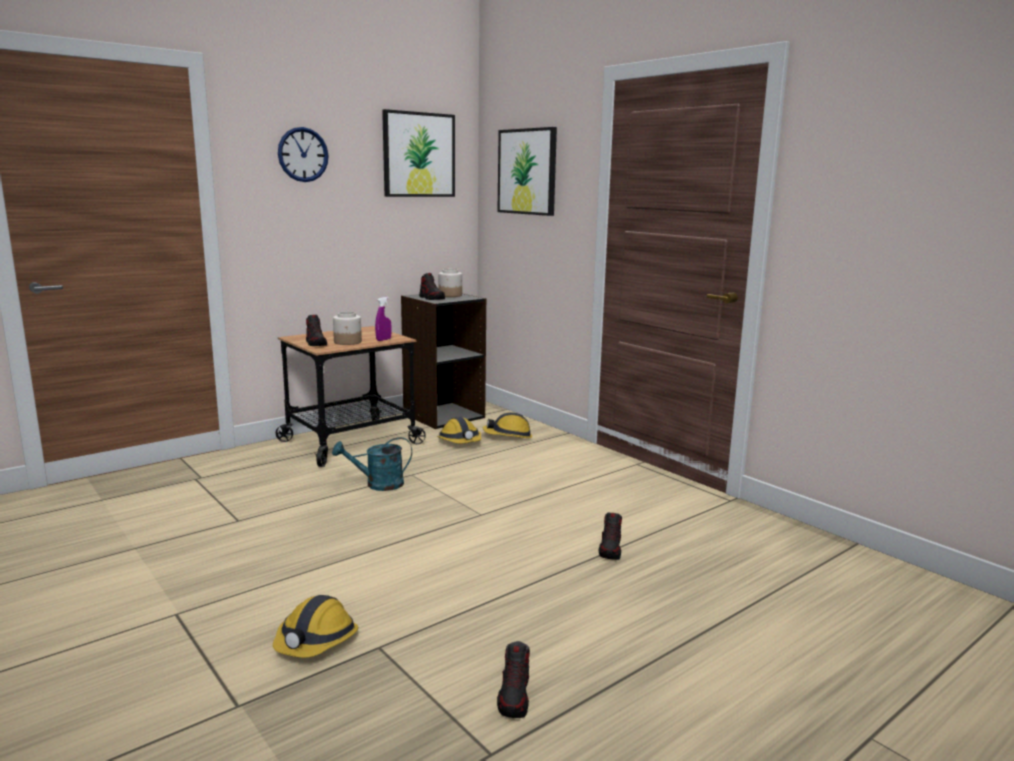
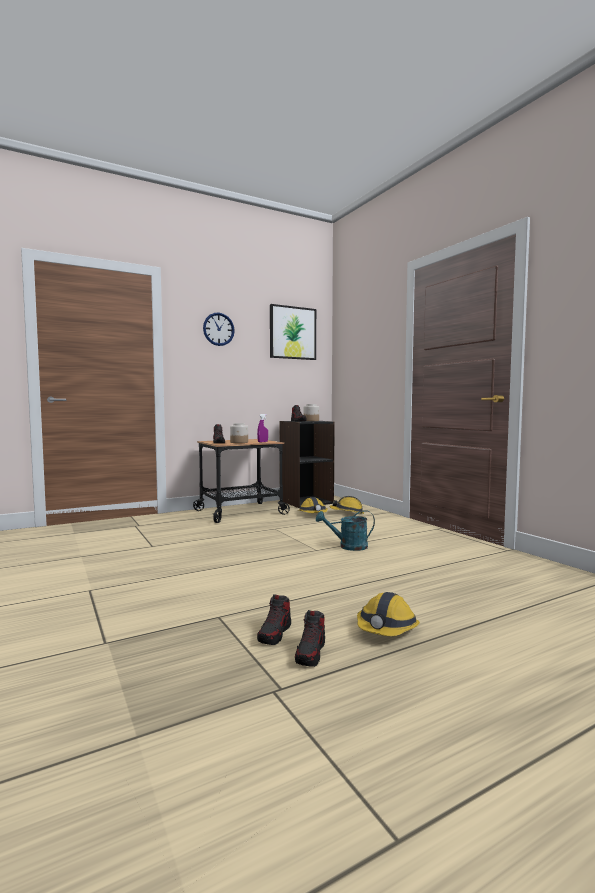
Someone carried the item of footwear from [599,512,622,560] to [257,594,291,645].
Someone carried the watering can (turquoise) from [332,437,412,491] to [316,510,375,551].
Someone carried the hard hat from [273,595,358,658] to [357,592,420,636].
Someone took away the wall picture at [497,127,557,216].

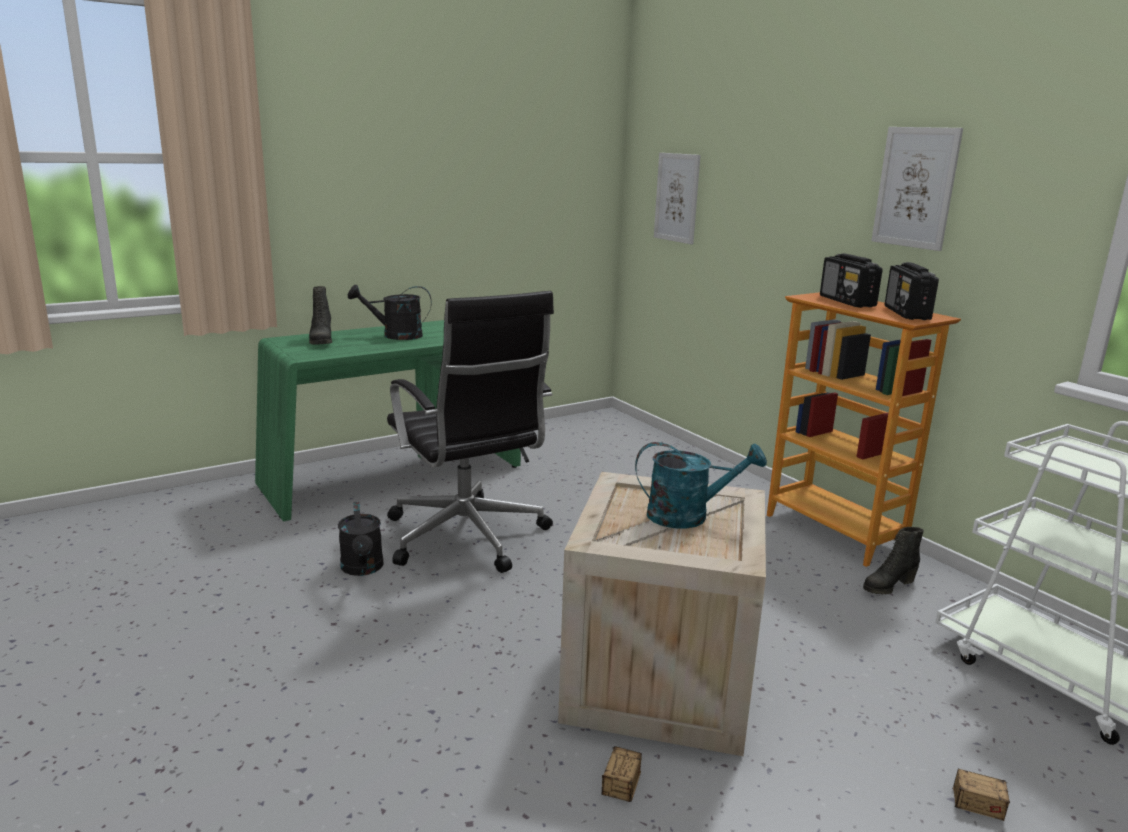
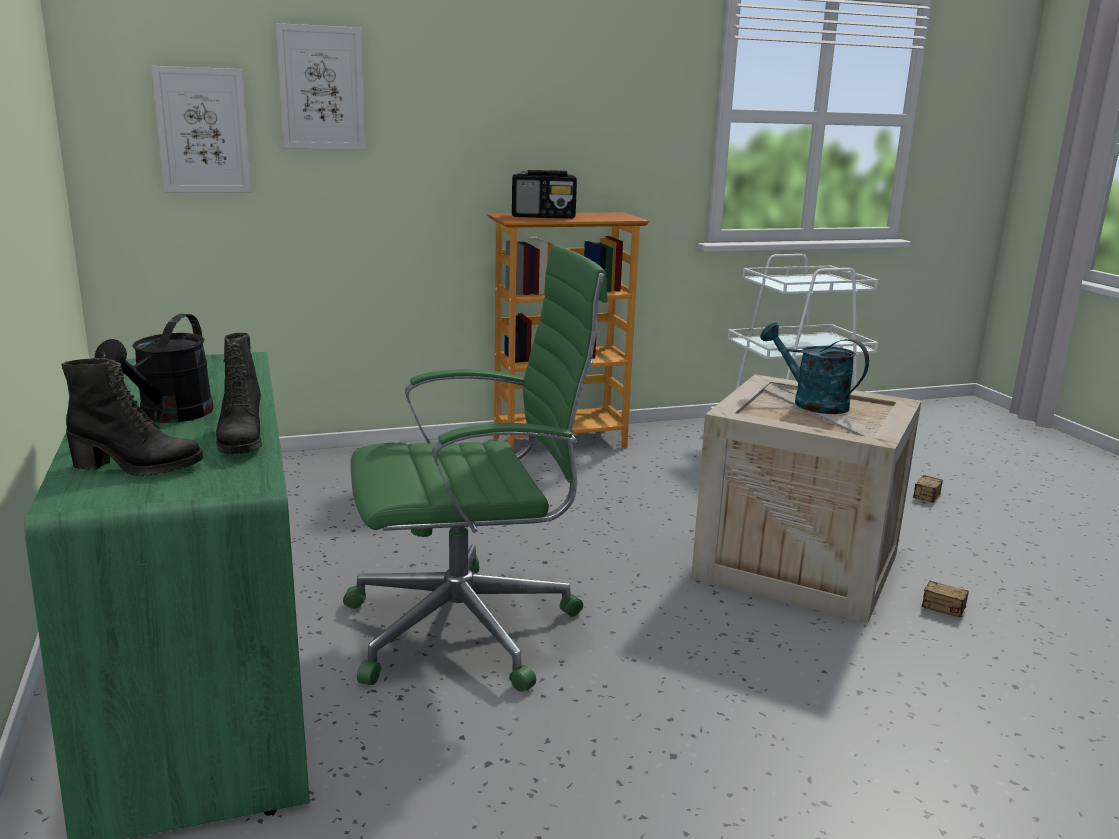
Someone carried the tall boot (blackish) from [863,527,924,595] to [216,333,262,454].
Someone carried the wall picture from [871,127,963,251] to [276,23,365,150].
Someone repainted the office chair (blackish) at [387,291,554,573], which became the office chair (green) at [343,244,608,692].
Someone rotated the watering can (turquoise) at [635,442,767,529] by 60 degrees counterclockwise.
Someone took away the watering can (blackish) at [338,502,384,576].
Someone took away the radio at [885,262,939,320].

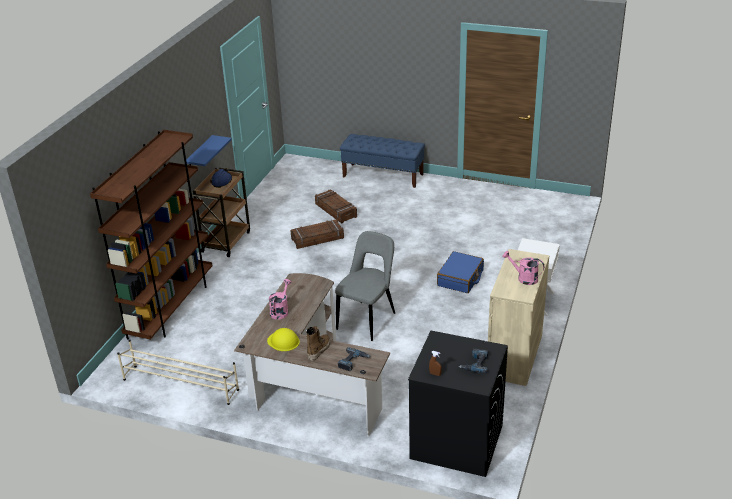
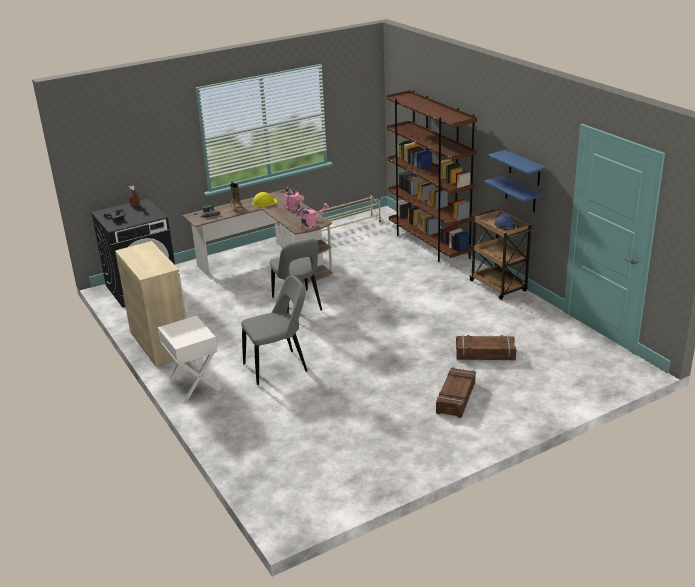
Someone swapped the travel case (blue-coloured) at [437,251,484,293] for the chair (gray) at [241,275,307,385].
Someone carried the watering can (pink-coloured) from [502,251,544,285] to [296,203,329,230].
Someone carried the packing crate from [290,220,344,249] to [436,367,476,418].
Someone put up the bracket shelf (blue-coloured) at [487,150,546,186].
Someone took away the indoor bench (blue-coloured) at [340,134,425,188].

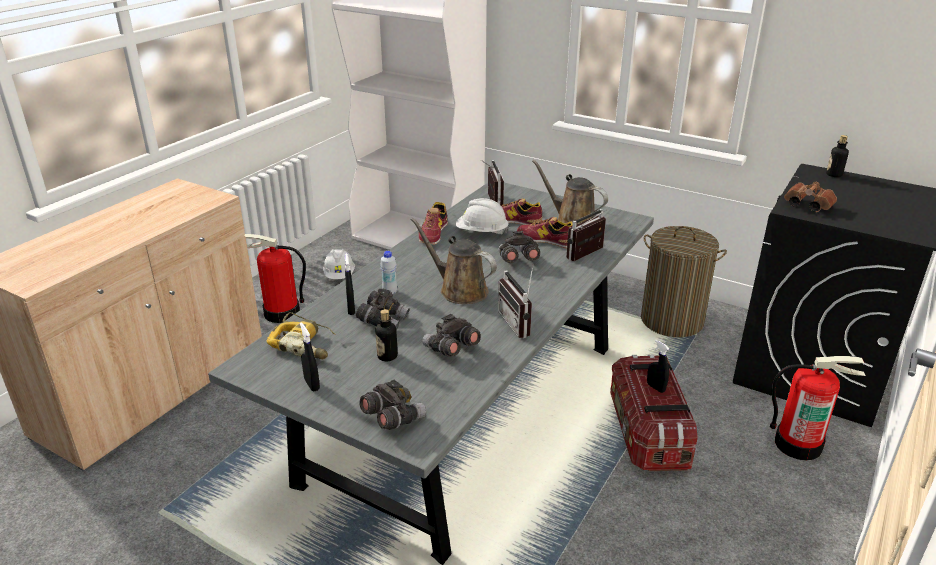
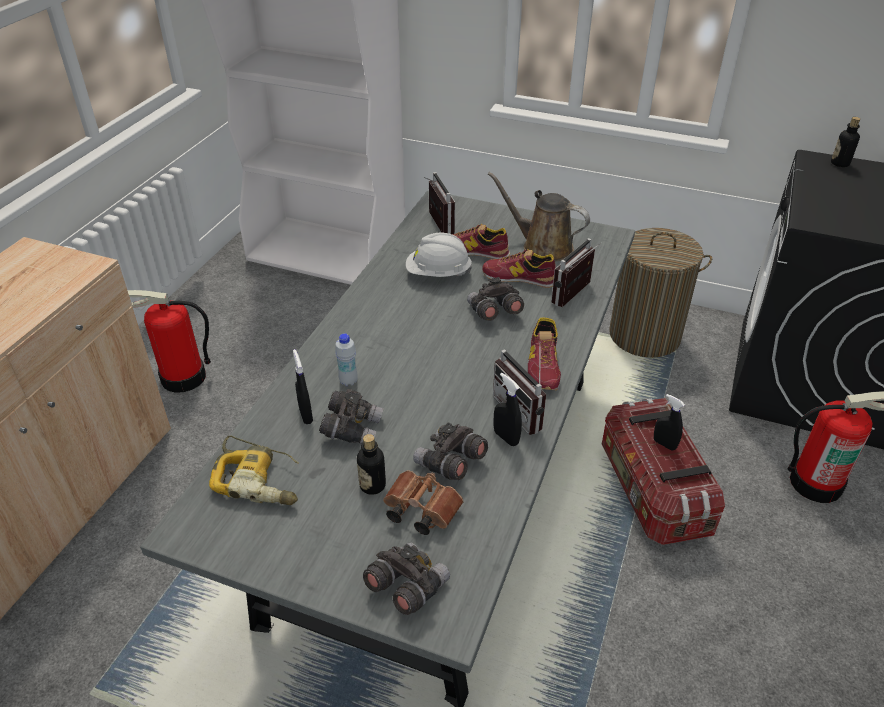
Someone carried the pair of binoculars (brown) from [784,182,837,212] to [383,470,463,535].
Someone carried the spray bottle (blackish) from [300,322,320,391] to [494,373,522,446].
Someone carried the item of footwear from [419,202,448,245] to [528,318,561,391].
Someone took away the hard hat (white) at [323,249,355,279].
Someone took away the watering can (brown) at [410,217,497,304].

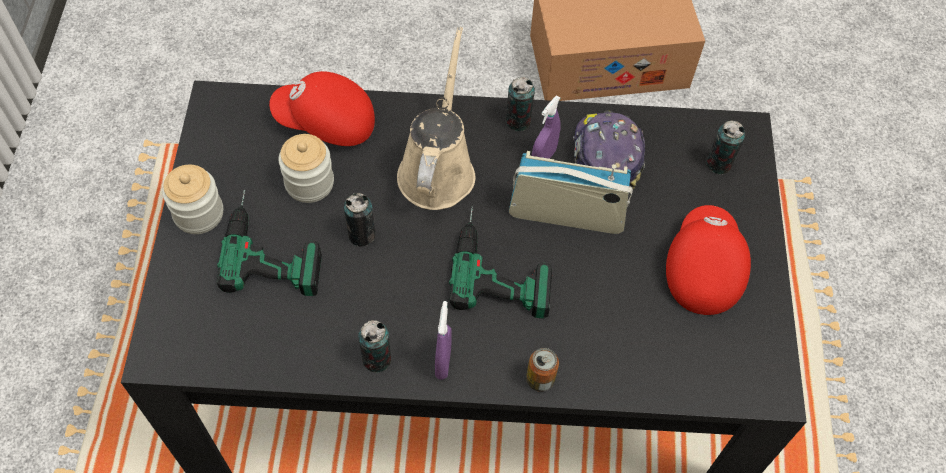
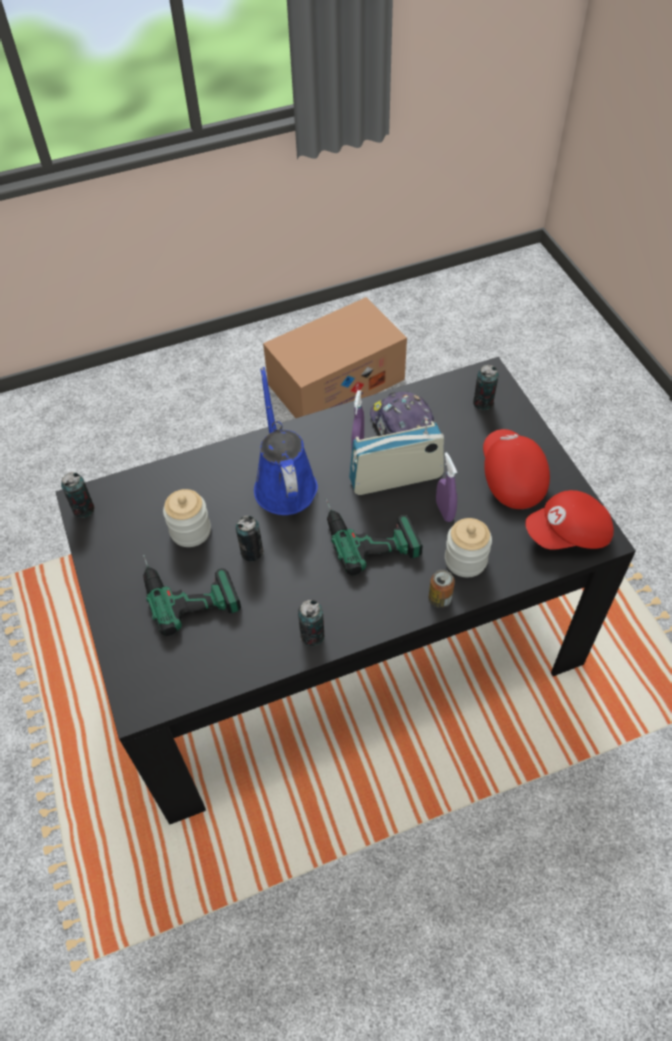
Someone carried the can from [505,77,535,131] to [61,472,94,518].
Someone repainted the watering can (beige-coloured) at [397,27,475,210], which became the watering can (blue-coloured) at [254,367,318,515].
Someone carried the spray bottle (purple-coloured) from [435,301,452,380] to [436,452,457,522].
Someone carried the jar from [162,165,223,234] to [445,518,492,577].
Someone carried the peaked cap (reddish) from [269,71,375,146] to [525,490,614,550].

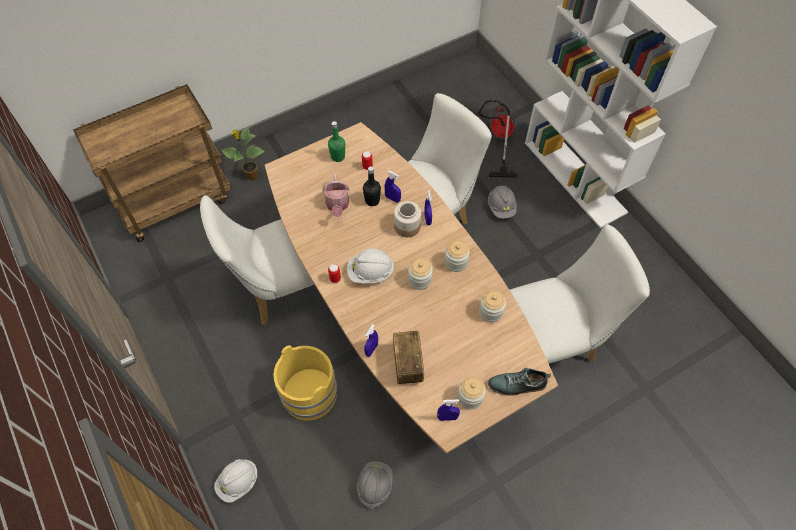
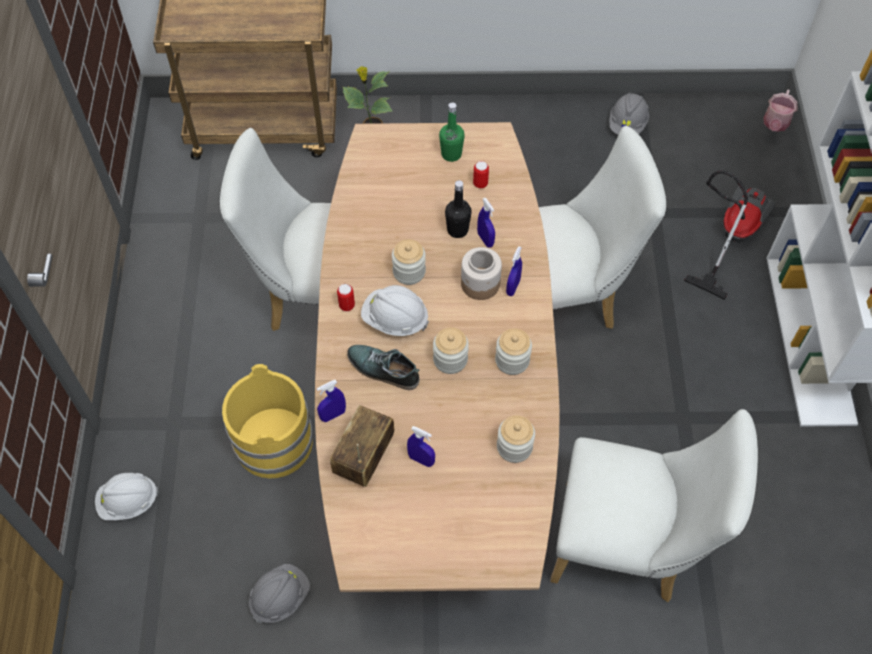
Someone carried the item of footwear from [488,368,551,396] to [347,345,419,390].
Someone carried the jar from [457,376,486,410] to [392,239,426,285].
Someone carried the spray bottle (blue-coloured) from [437,399,460,421] to [407,426,435,467].
Someone carried the hard hat (gray) from [488,185,517,219] to [609,93,649,135].
Someone carried the watering can from [323,174,349,217] to [763,90,798,132].

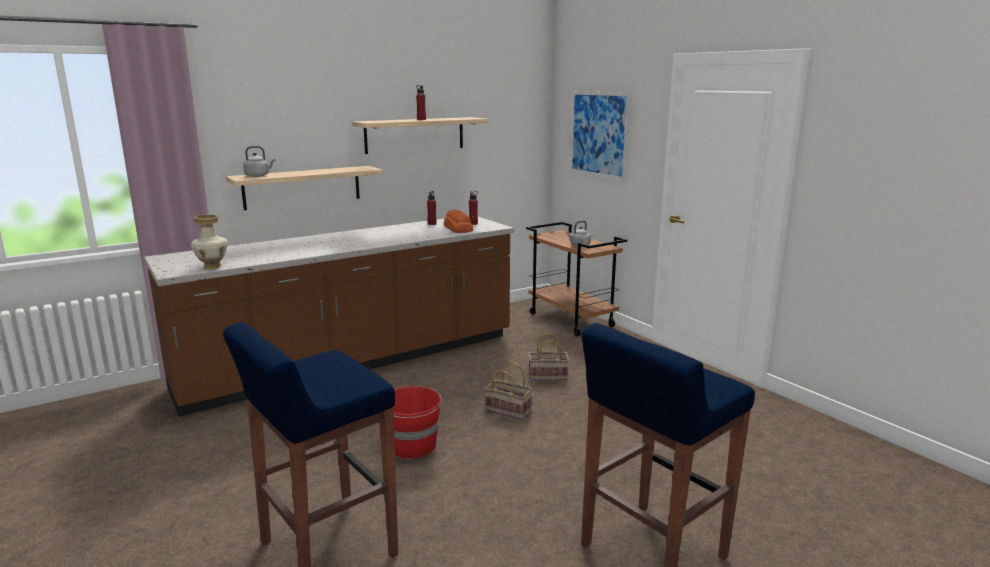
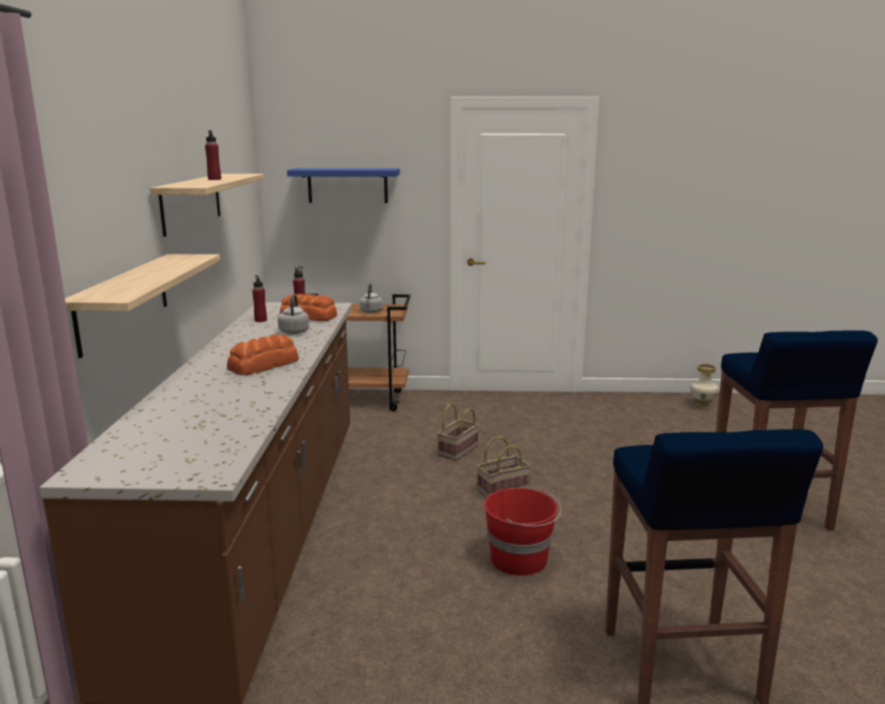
Someone put down the baked bread at [227,334,299,375].
Someone carried the water kettle (gray) from [243,146,275,177] to [278,294,309,334].
Someone swapped the wall picture at [570,91,631,181] for the bracket shelf (blue-coloured) at [287,168,400,203].
Someone carried the vase from [191,214,228,269] to [690,364,719,408].

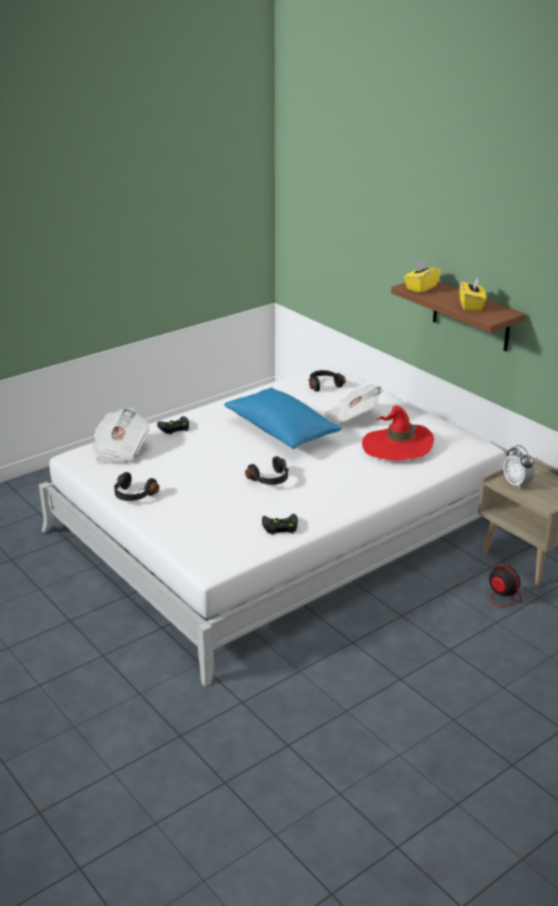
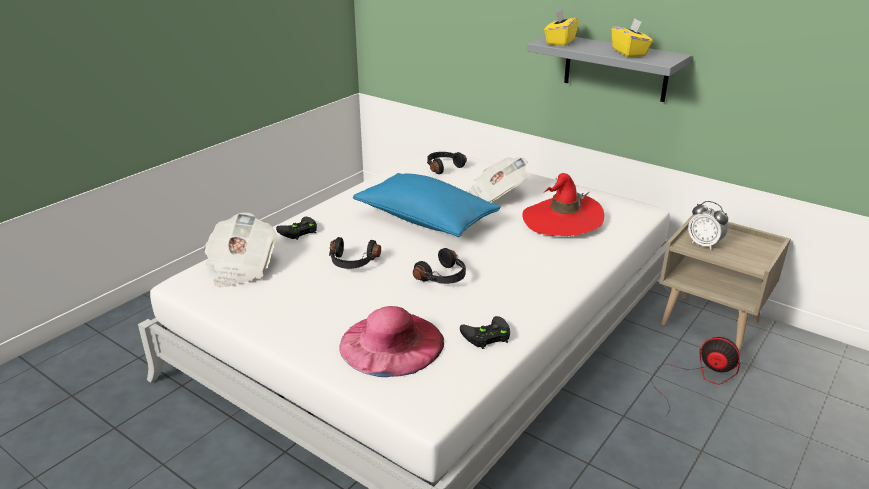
Someone carried the headset (blackish) from [114,472,159,501] to [329,237,381,269].
Someone put down the wearable hat (pink-coloured) at [339,306,444,377].
Someone repainted the bracket shelf (brown) at [391,281,526,351], which became the bracket shelf (gray) at [527,37,692,102].

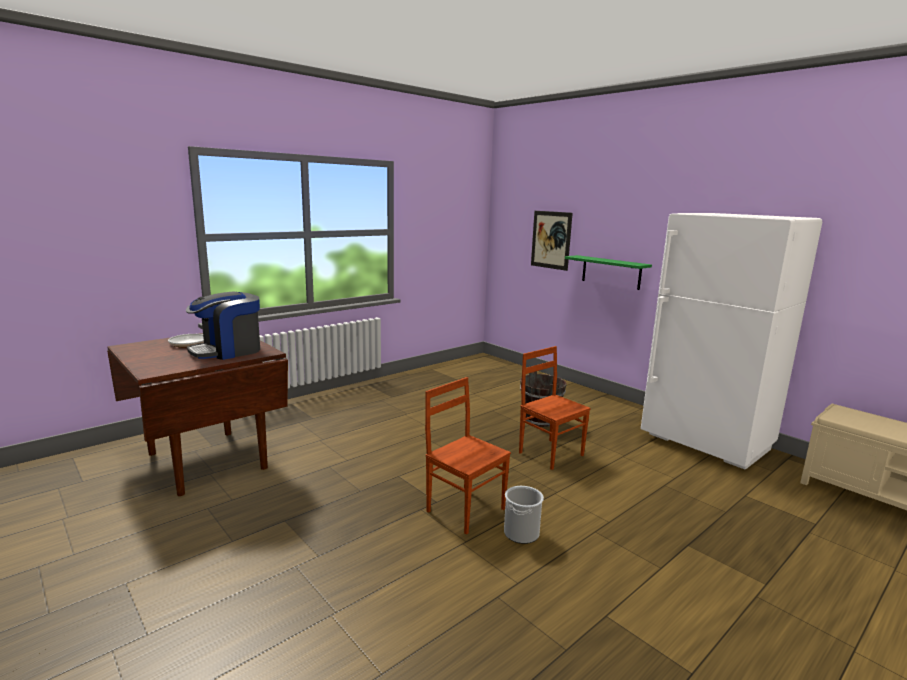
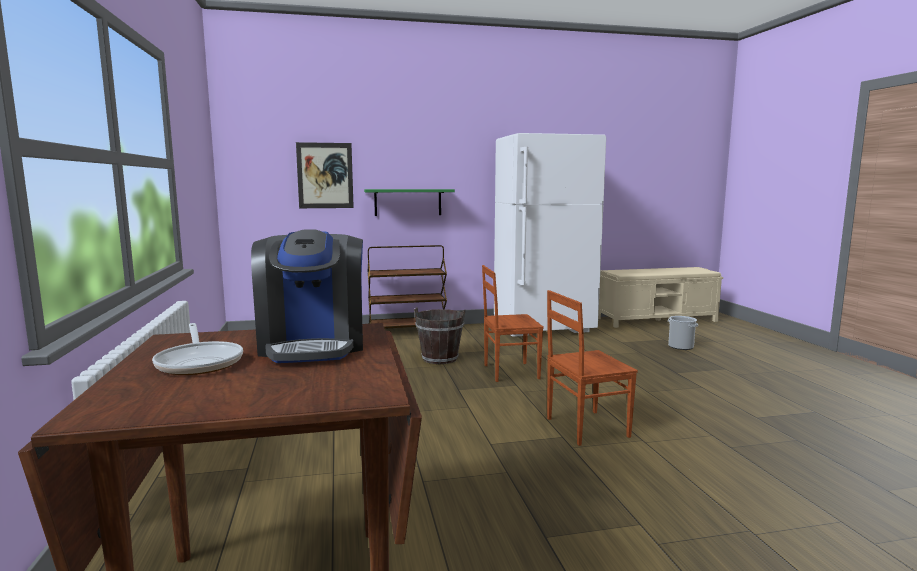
Someone put down the wheeled cart (brown) at [368,245,447,329].
Someone carried the bucket from [504,486,544,544] to [668,316,698,350].

